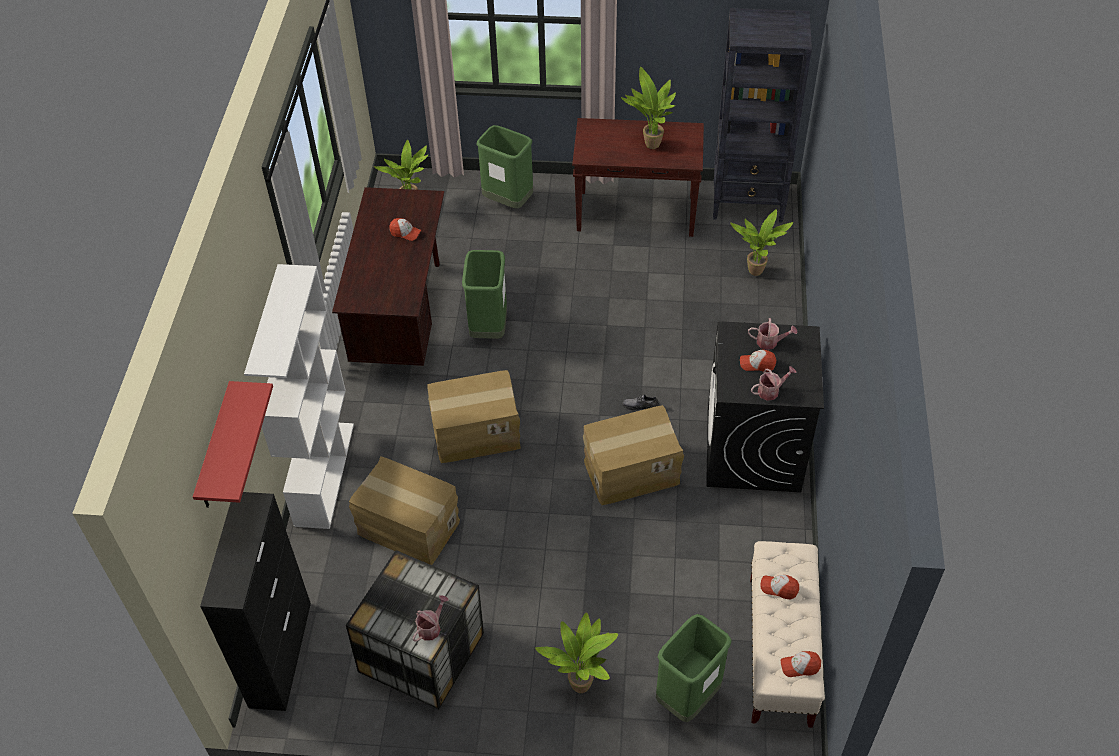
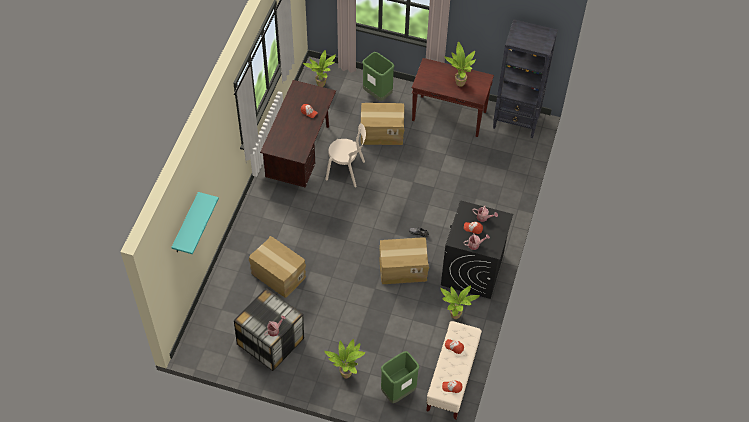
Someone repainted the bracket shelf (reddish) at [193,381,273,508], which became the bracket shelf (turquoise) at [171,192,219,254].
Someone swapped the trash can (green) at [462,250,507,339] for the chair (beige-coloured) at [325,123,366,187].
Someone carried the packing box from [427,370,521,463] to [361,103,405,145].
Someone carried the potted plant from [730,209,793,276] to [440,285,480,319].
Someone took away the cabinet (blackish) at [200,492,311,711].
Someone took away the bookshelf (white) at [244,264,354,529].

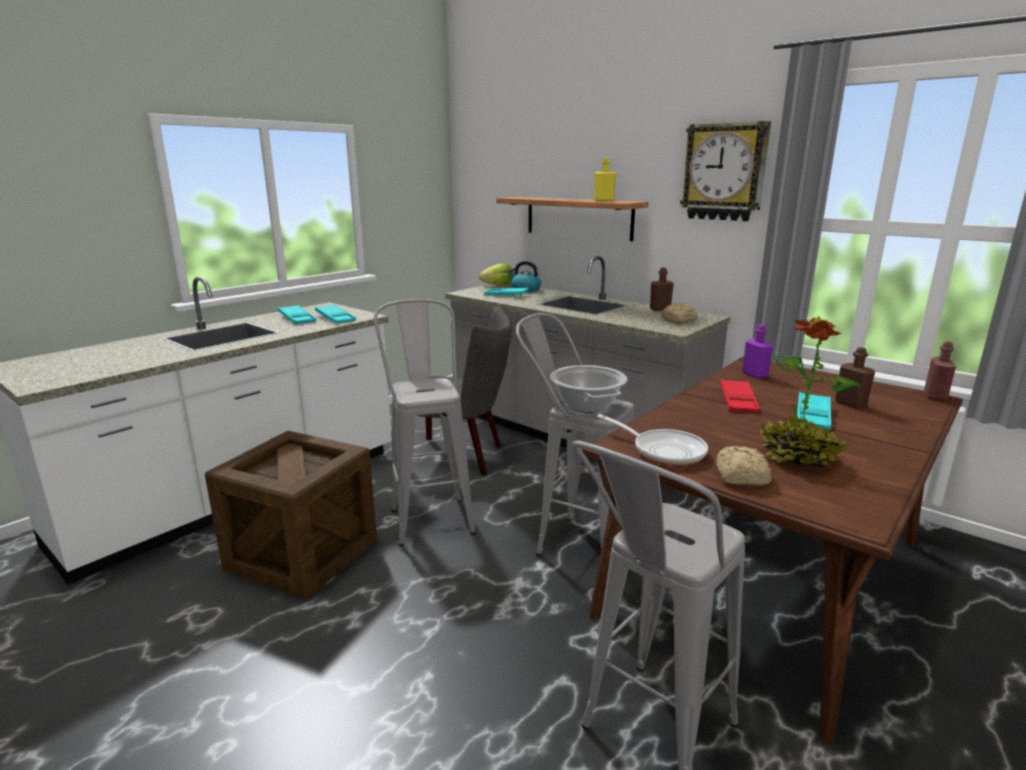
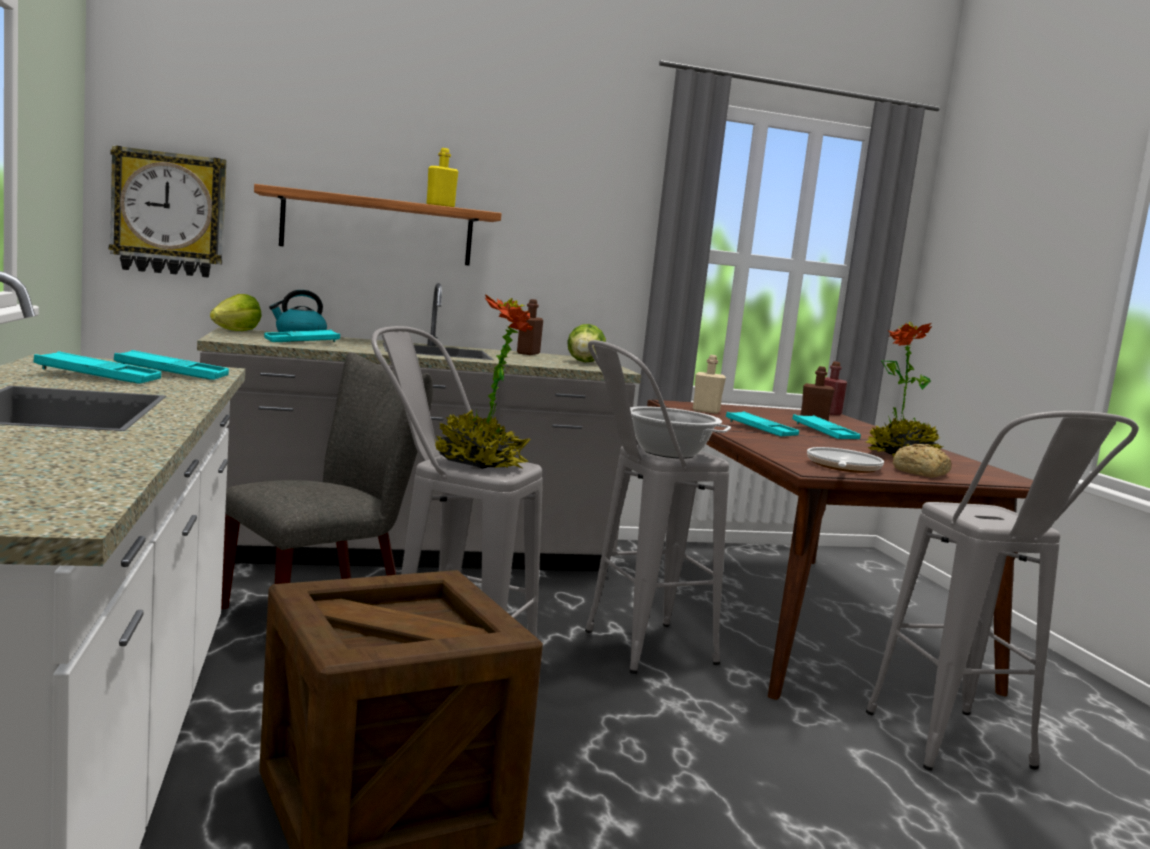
Someone carried the wall clock from [680,121,771,222] to [109,146,226,277].
Someone put down the potted plant at [435,294,533,469].
Someone swapped the baked bread at [661,303,698,323] for the lettuce at [567,324,606,362].
Someone repainted the drink bottle (purple-coloured) at [742,324,773,378], which became the drink bottle (beige-coloured) at [693,355,726,414].
Someone repainted the serving tray (reddish) at [720,379,760,413], which became the serving tray (turquoise) at [726,411,799,436].
Someone rotated the frying pan at [597,414,708,465] by 60 degrees counterclockwise.

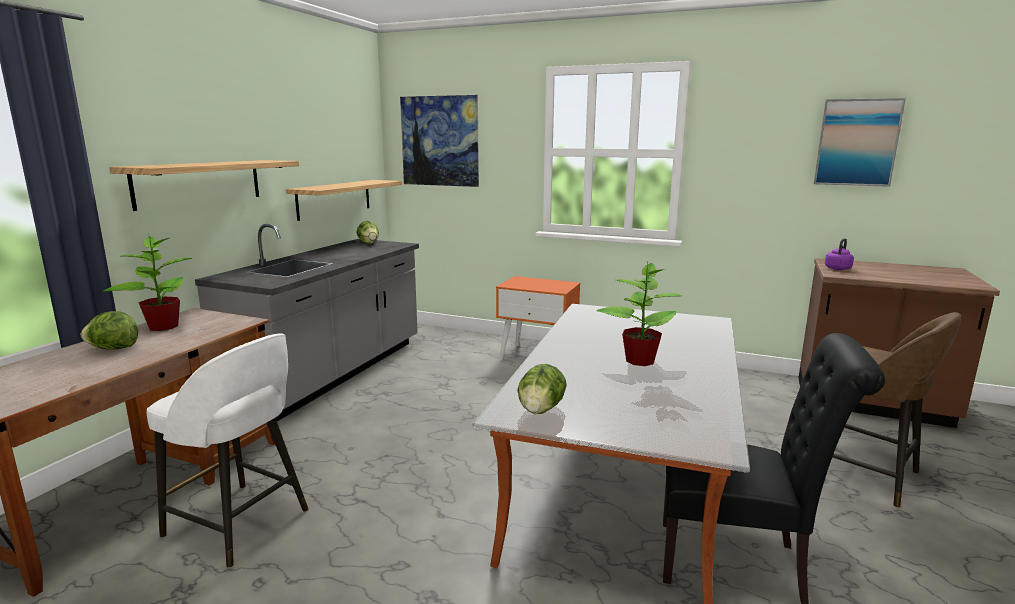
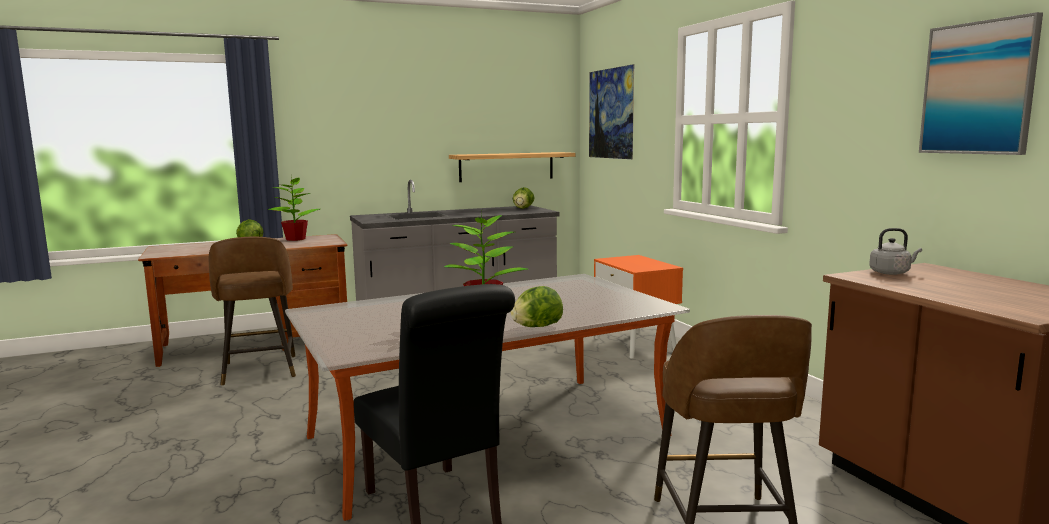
Someone repainted the stool seat (white) at [147,333,308,568], which became the stool seat (brown) at [208,237,296,386].
Someone carried the lettuce from [518,364,567,414] to [511,286,563,327].
Someone repainted the water kettle (purple-coloured) at [825,238,854,270], which became the water kettle (gray) at [869,228,922,275].
Someone took away the bracket shelf at [109,160,299,211].

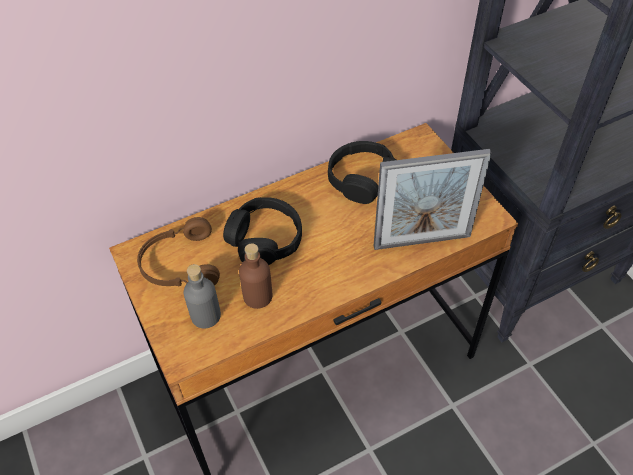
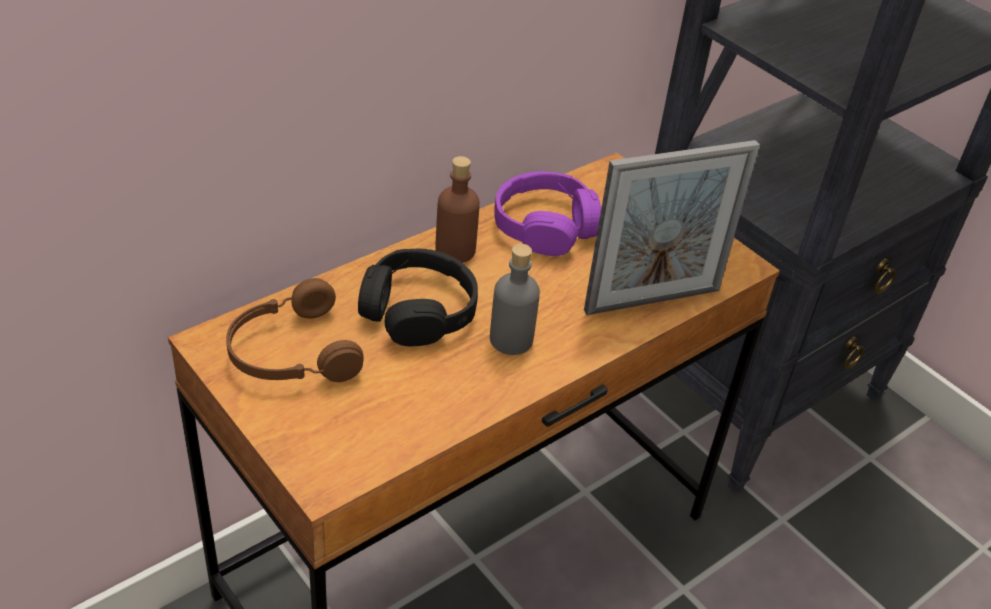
Someone carried the drink bottle (brown) from [239,243,273,309] to [435,156,480,263].
Someone carried the drink bottle (gray) from [184,264,221,329] to [490,244,540,355].
Someone repainted the headset (blackish) at [328,141,396,204], which became the headset (purple-coloured) at [494,171,601,256].

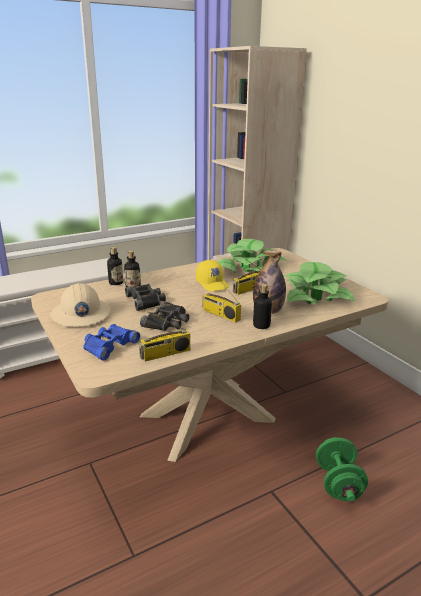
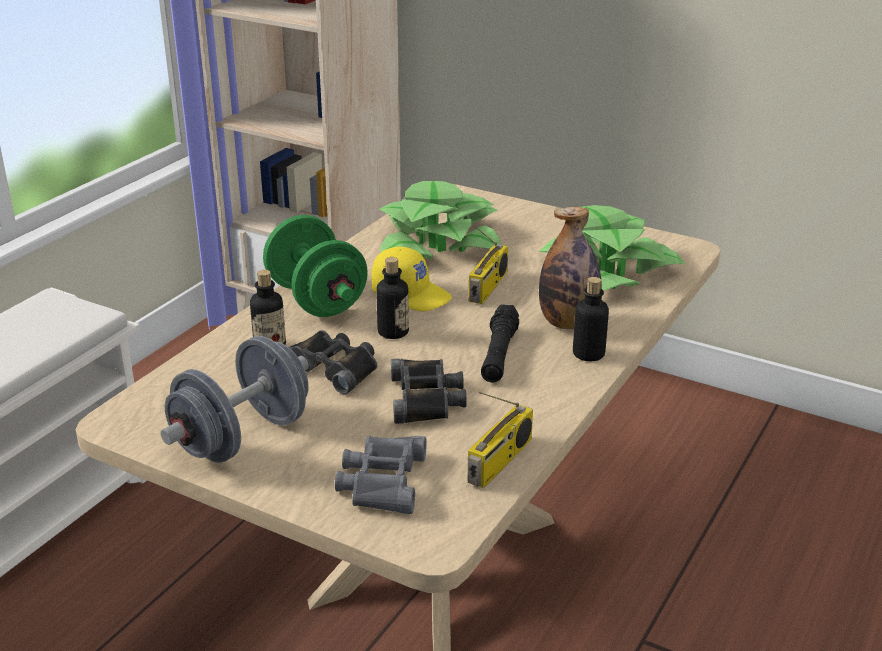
Someone swapped the hard hat (beige-coloured) at [50,283,111,327] for the dumbbell (gray) at [161,336,309,463].
Someone carried the dumbbell (green) from [316,437,368,501] to [263,215,368,317].
Someone repainted the pair of binoculars (blue-coloured) at [83,324,140,361], which became the pair of binoculars (gray) at [335,436,427,514].
Someone carried the drink bottle from [107,247,123,285] to [376,257,409,339].
Someone swapped the radio at [203,271,241,323] for the flashlight (blackish) at [481,304,519,382].

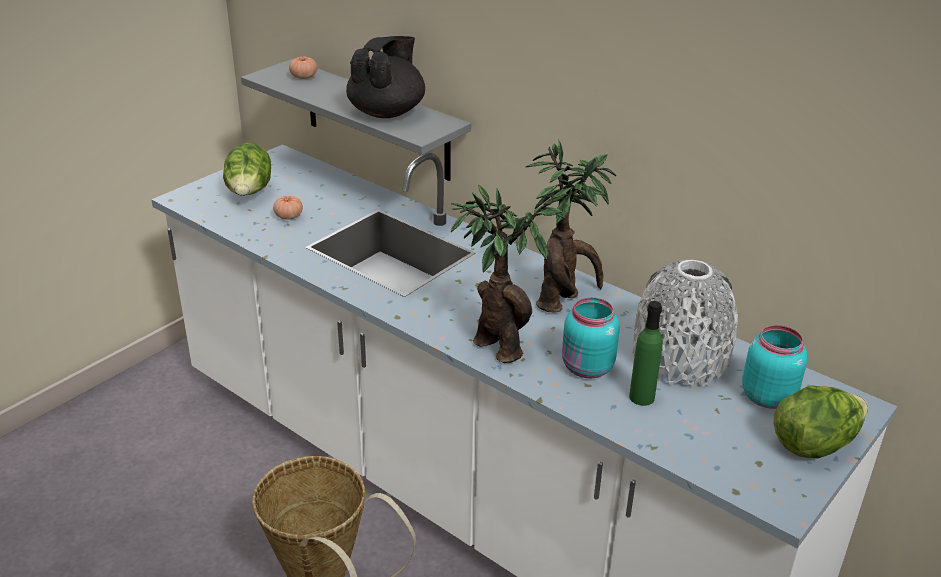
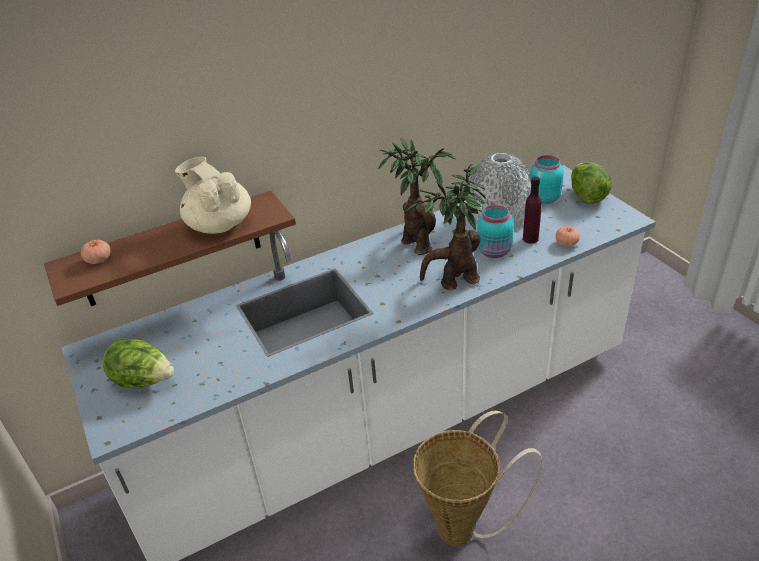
Someone repainted the bracket shelf (gray) at [241,59,471,181], which became the bracket shelf (brown) at [44,191,296,306].
Someone repainted the pot for tea (blackish) at [346,36,425,118], which became the pot for tea (beige-coloured) at [175,157,251,234].
Someone repainted the drink bottle (green) at [629,301,663,406], which became the drink bottle (purple-coloured) at [523,177,542,244].
Someone carried the tomato from [273,196,303,220] to [556,226,580,246].

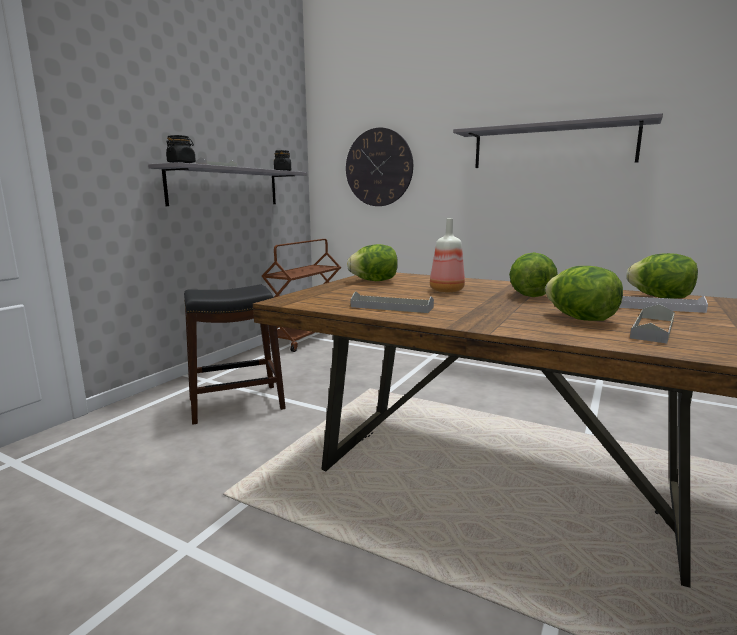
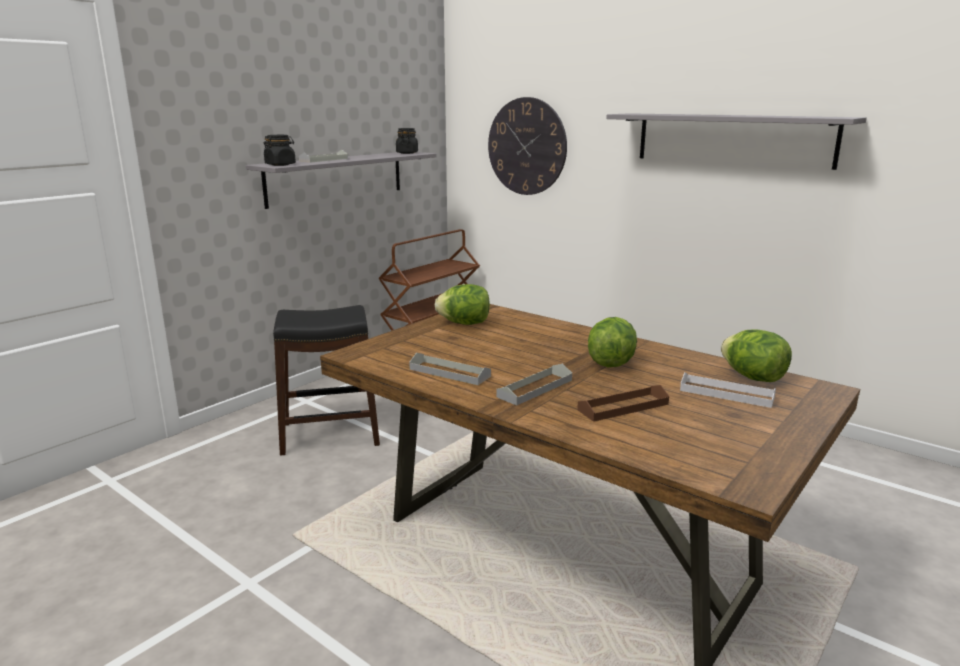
Someone carried the serving tray (gray) from [630,304,675,344] to [496,364,572,405].
Someone swapped the lettuce at [545,266,623,321] for the serving tray (brown) at [577,385,669,422].
Someone took away the drink bottle at [430,218,465,292].

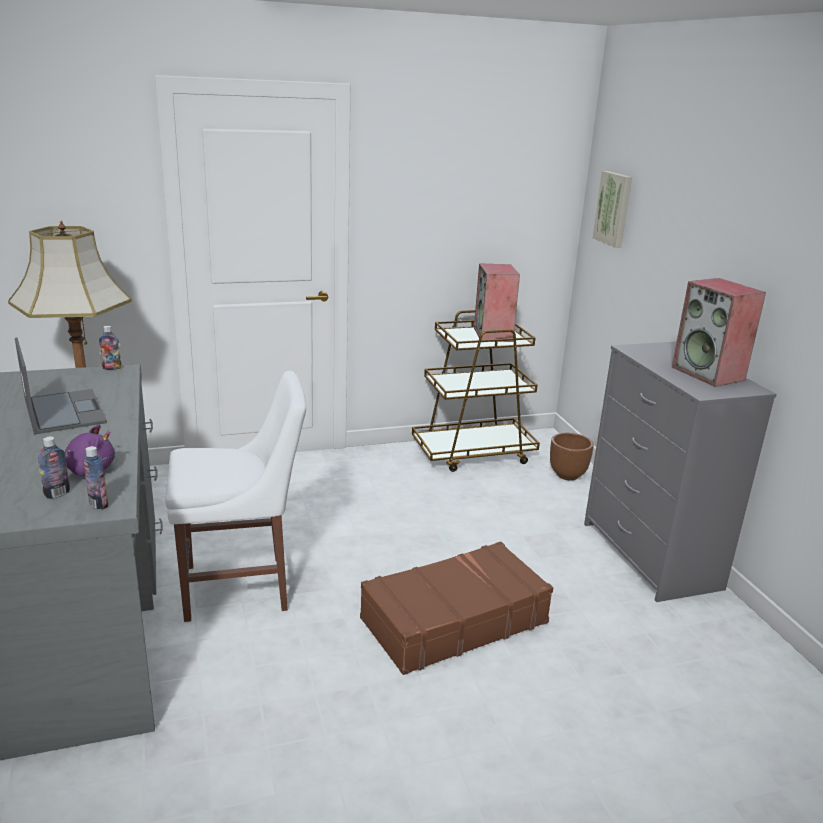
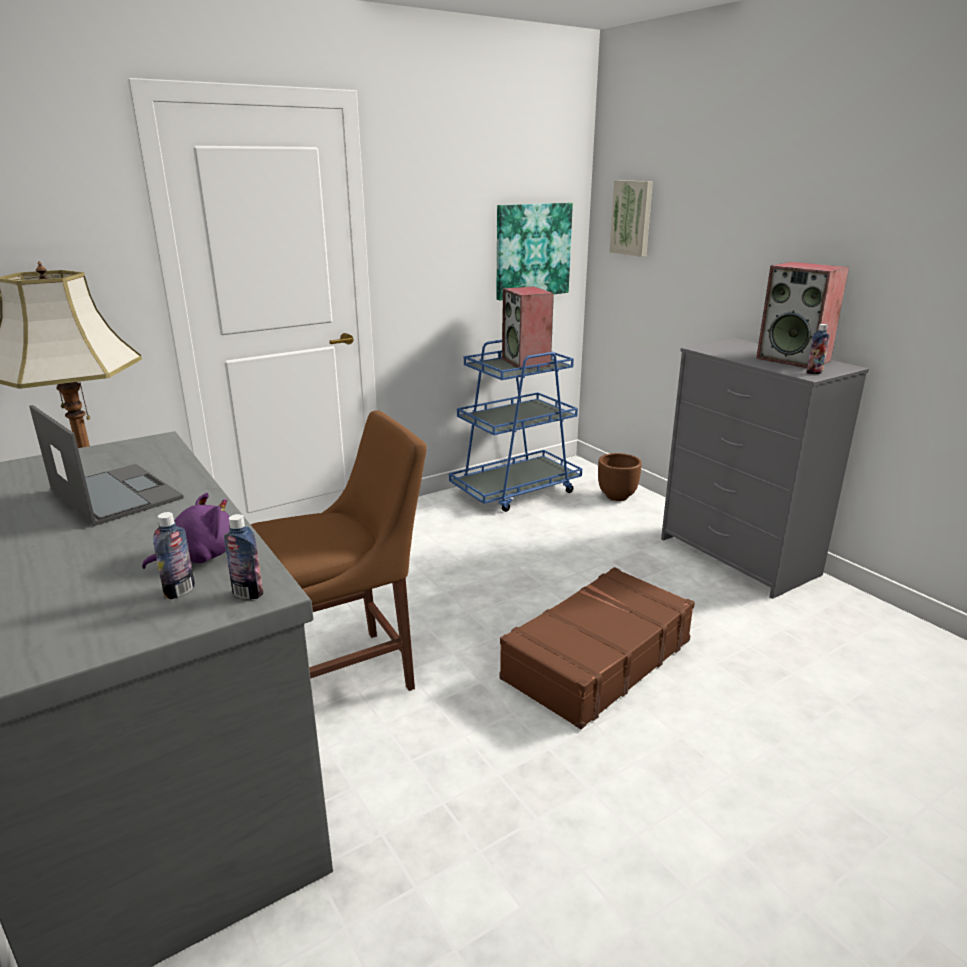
Someone repainted the chair (white) at [165,371,306,622], which became the chair (brown) at [250,410,427,691].
Someone repainted the wheeled cart (brown) at [412,310,540,472], which became the wheeled cart (blue-coloured) at [449,340,582,512].
Someone put up the wall picture at [496,203,573,301].
Someone carried the drink bottle from [99,326,121,370] to [806,324,830,374].

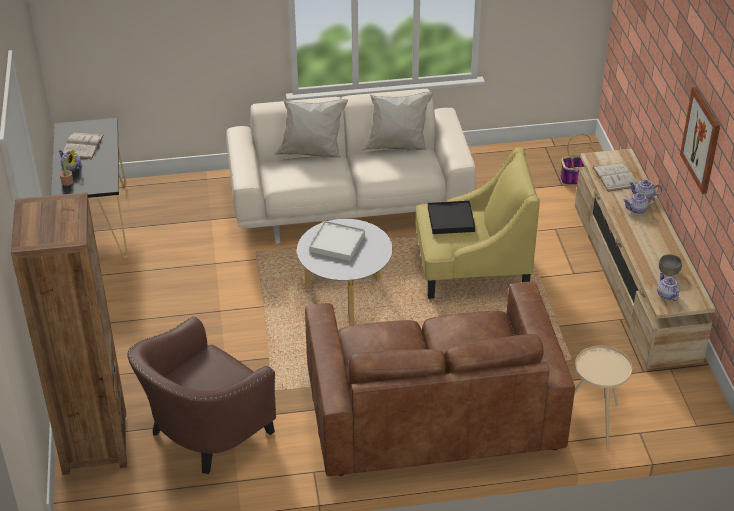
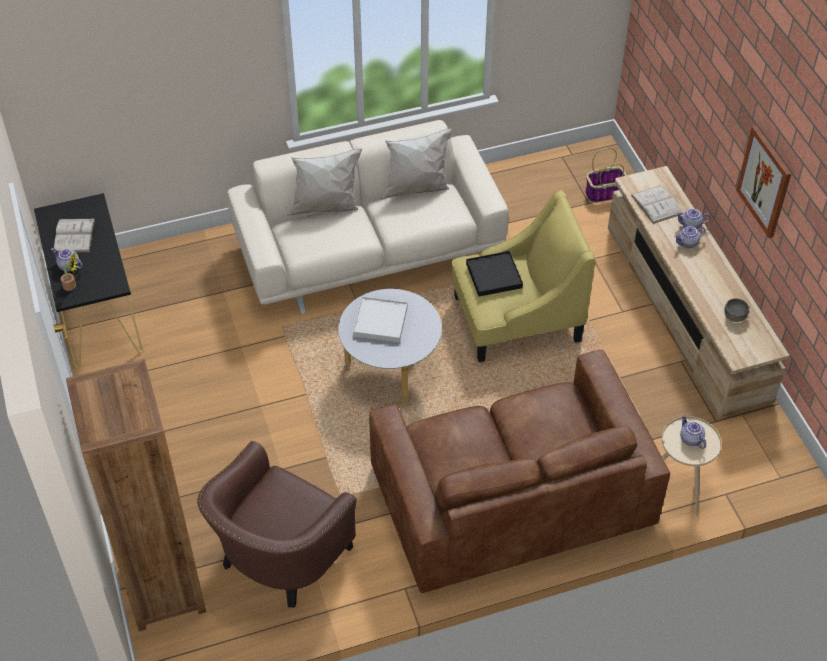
Someone carried the pot for tea from [657,272,680,301] to [680,414,706,449].

